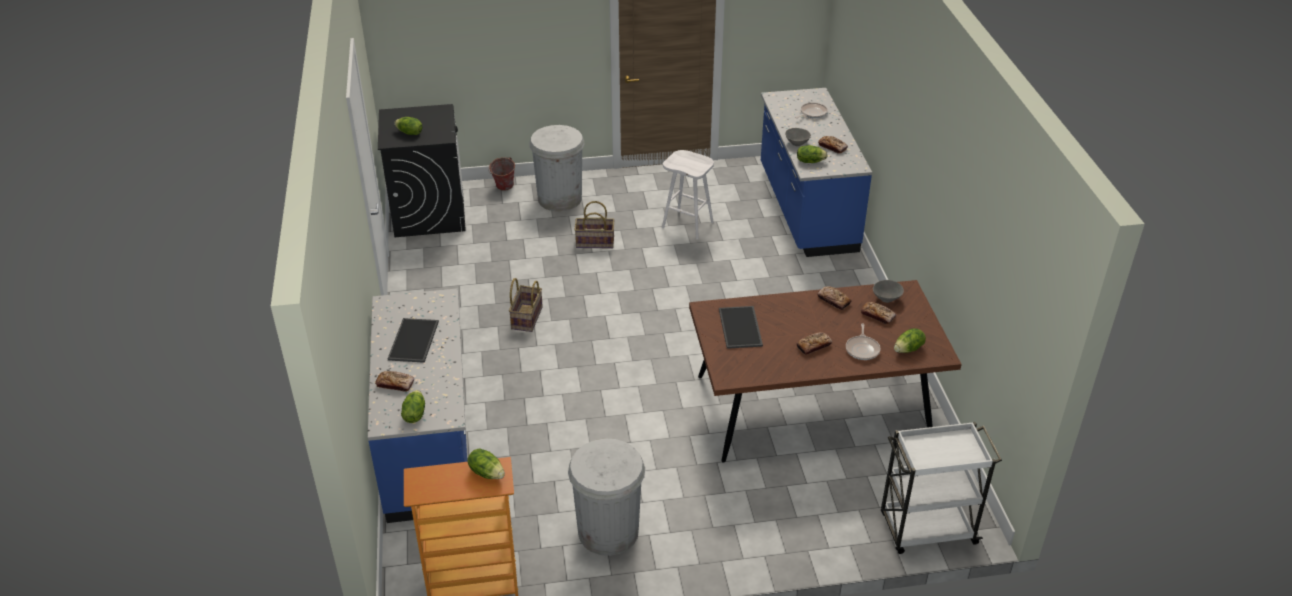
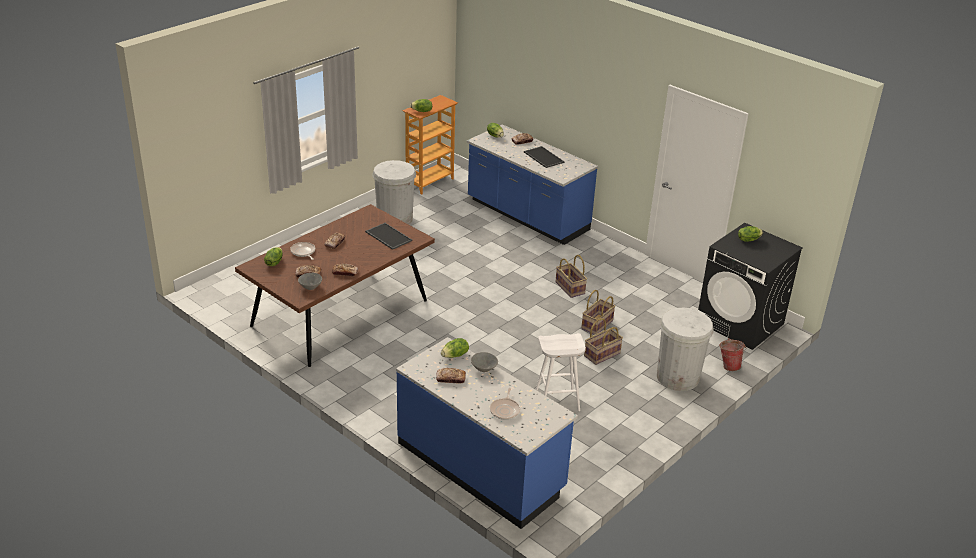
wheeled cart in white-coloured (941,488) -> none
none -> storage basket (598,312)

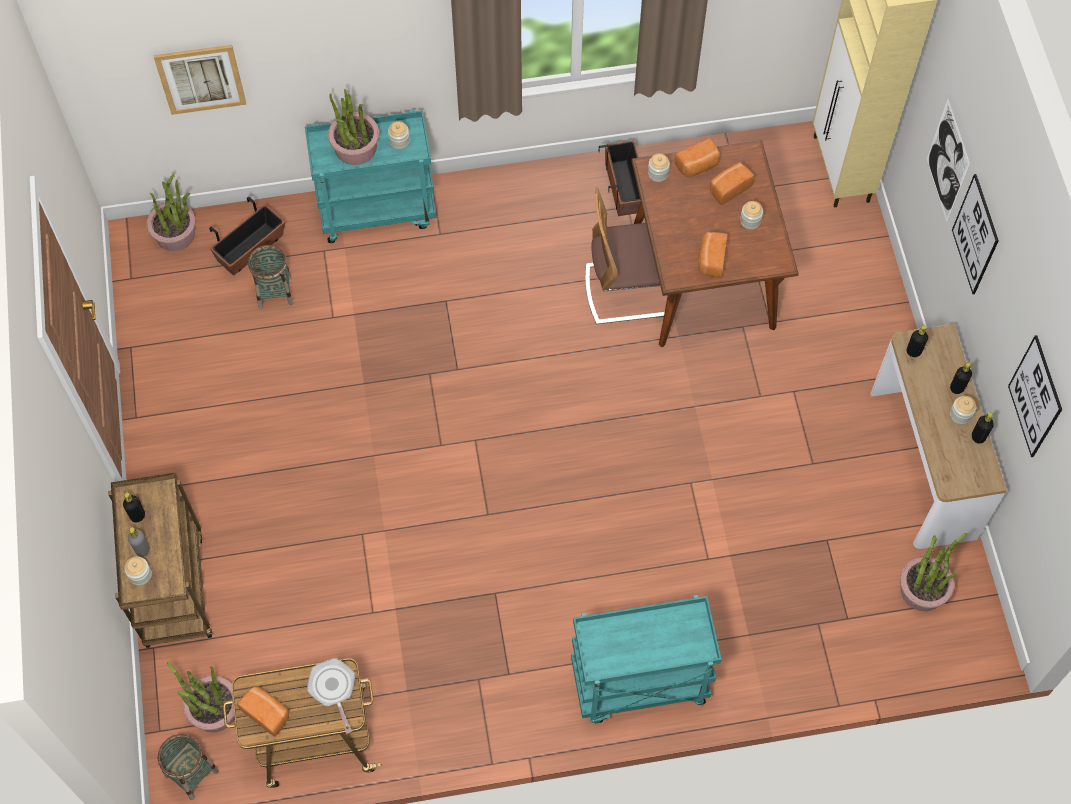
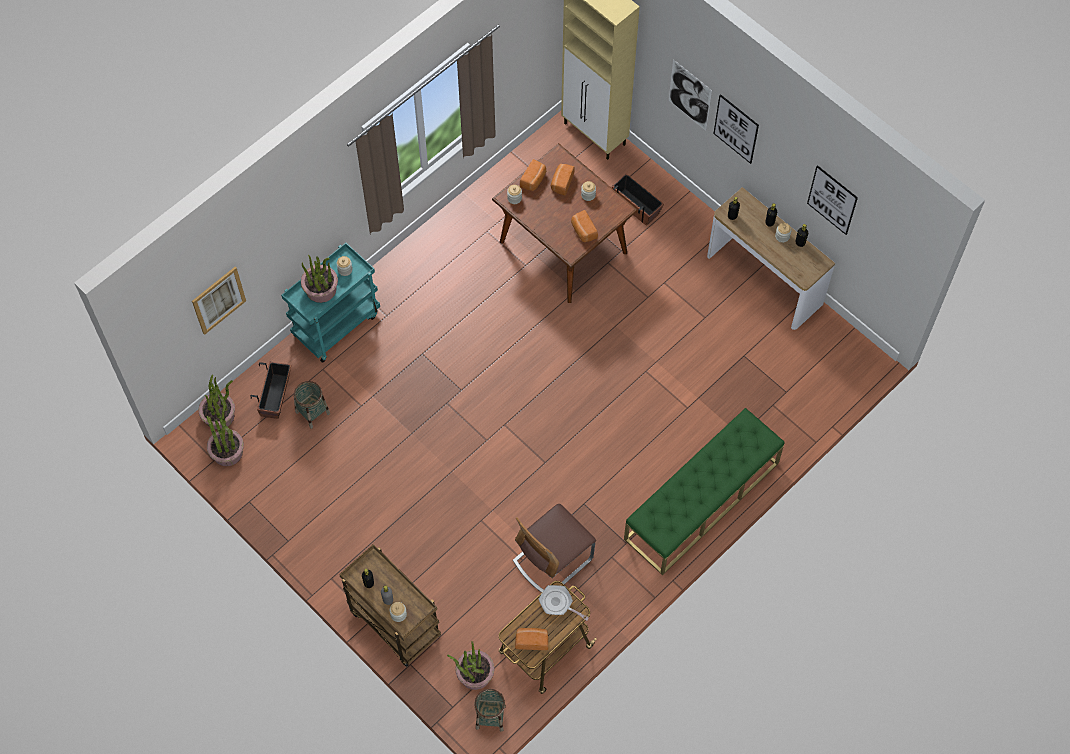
plant pot (620,178) -> plant pot (638,199), shifted
upright chair (625,255) -> upright chair (554,548), shifted
potted plant (933,572) -> potted plant (225,435), shifted
wheeled cart in turquoise (646,659) -> indoor bench in green (704,491)

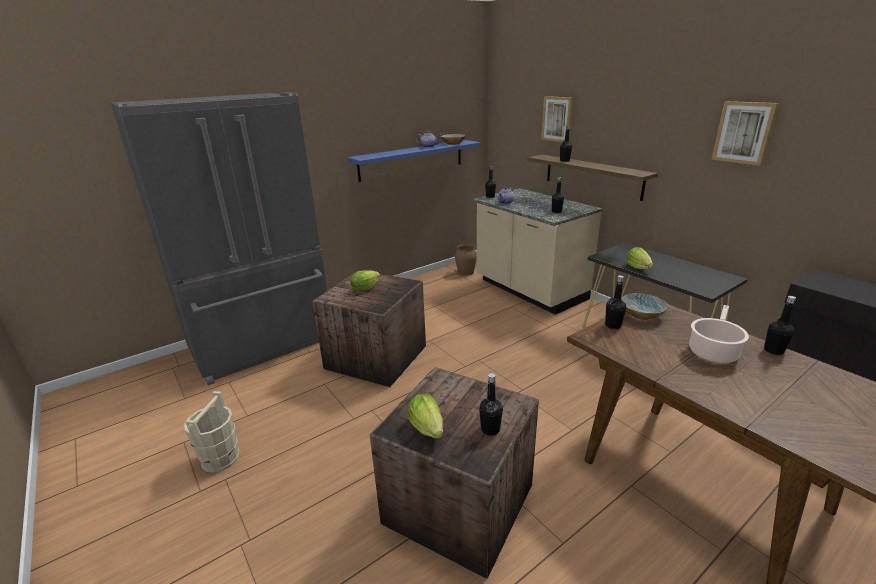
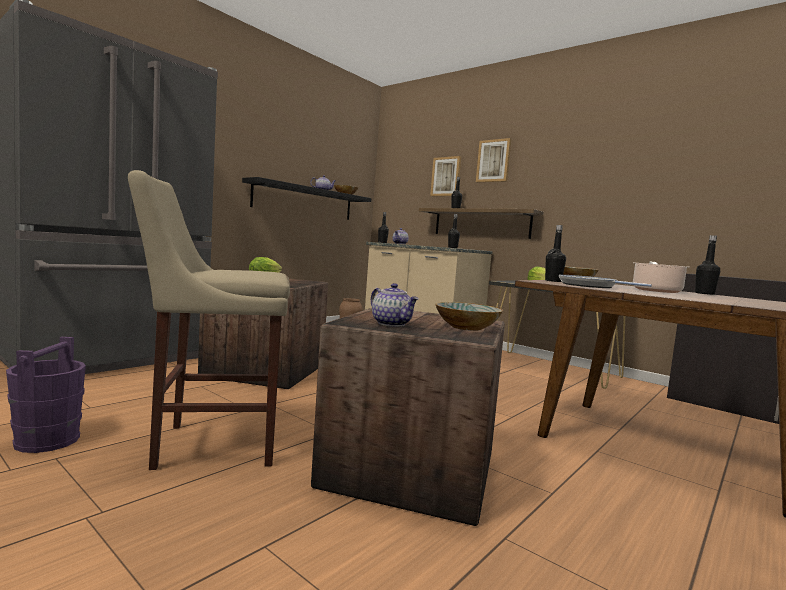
wall picture (745,133) -> wall picture (493,160), shifted
bracket shelf in bluish (414,161) -> bracket shelf in black (307,198)
bottle in black (491,404) -> serving bowl (469,316)
pail in sand-coloured (212,432) -> pail in purple-coloured (46,395)
lettuce (425,416) -> tea pot (395,305)
none -> stool seat in sand-coloured (209,320)
none -> frying pan (605,281)

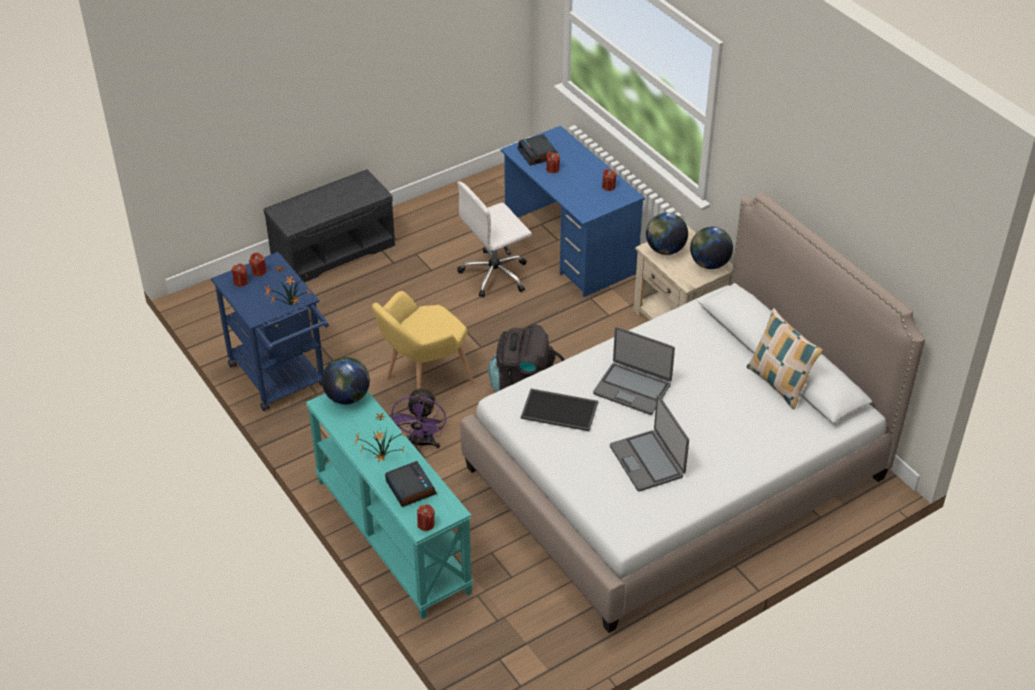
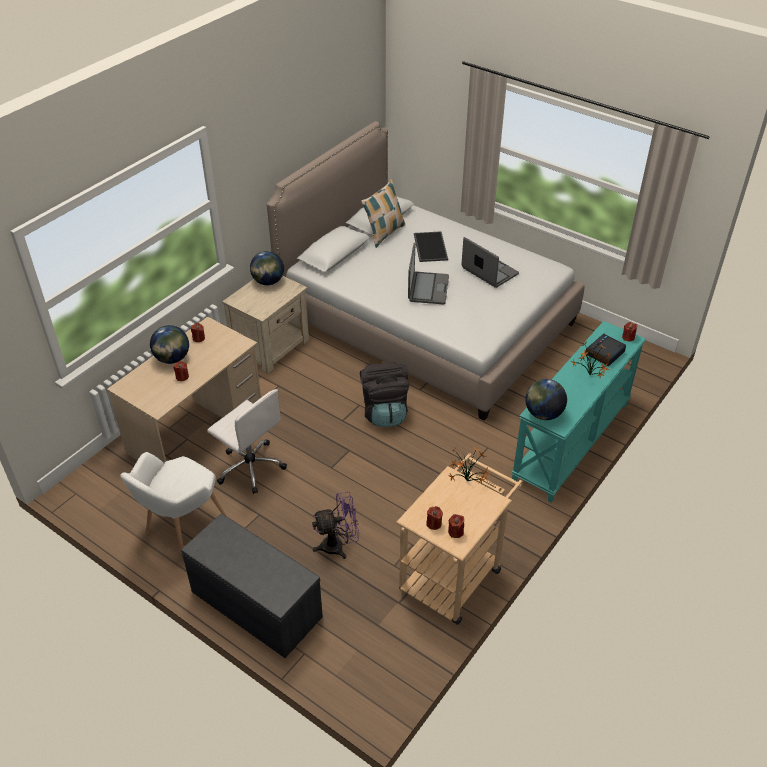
desk in bluish (572,211) -> desk in sand-coloured (184,390)
alarm clock (537,150) -> none
globe (667,234) -> globe (169,344), shifted
wheeled cart in bluish (270,331) -> wheeled cart in sand-coloured (459,539)
armchair in yellowish (423,340) -> none
electric fan in purple-coloured (418,417) -> electric fan in purple-coloured (336,525), shifted
tray (559,410) -> tray (431,246), shifted
notebook computer (649,443) -> notebook computer (490,262), 90 degrees counterclockwise
none -> armchair in white-coloured (173,504)

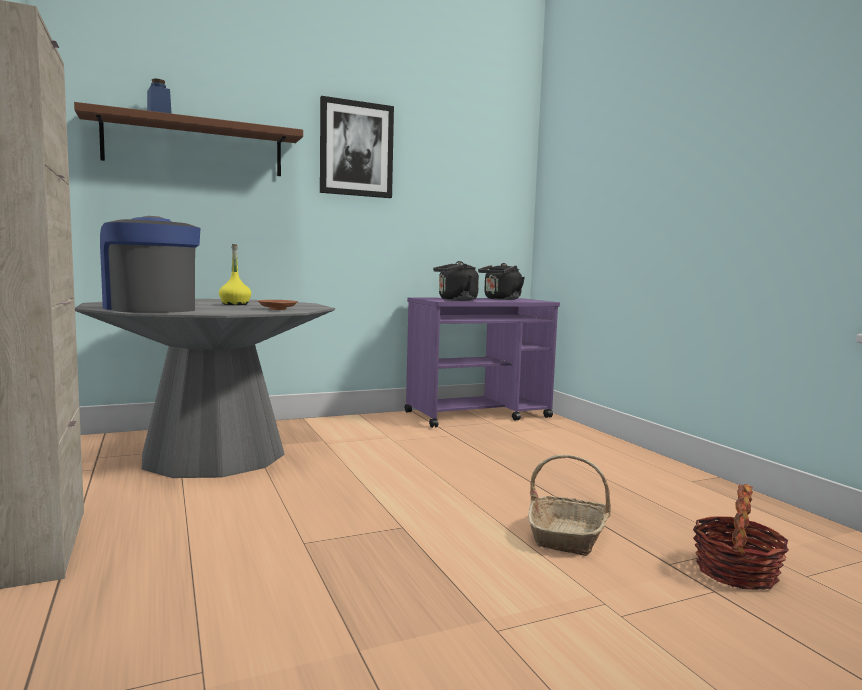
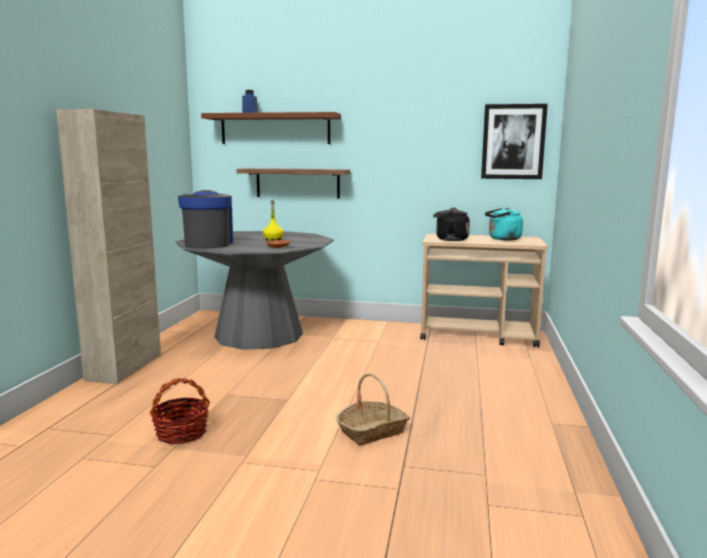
wall picture (357,147) -> wall picture (514,141), shifted
tea kettle in black (501,281) -> tea kettle in turquoise (504,224)
wheeled cart in purple-coloured (482,362) -> wheeled cart in sand-coloured (484,291)
storage basket (741,537) -> storage basket (180,411), shifted
none -> bracket shelf (293,183)

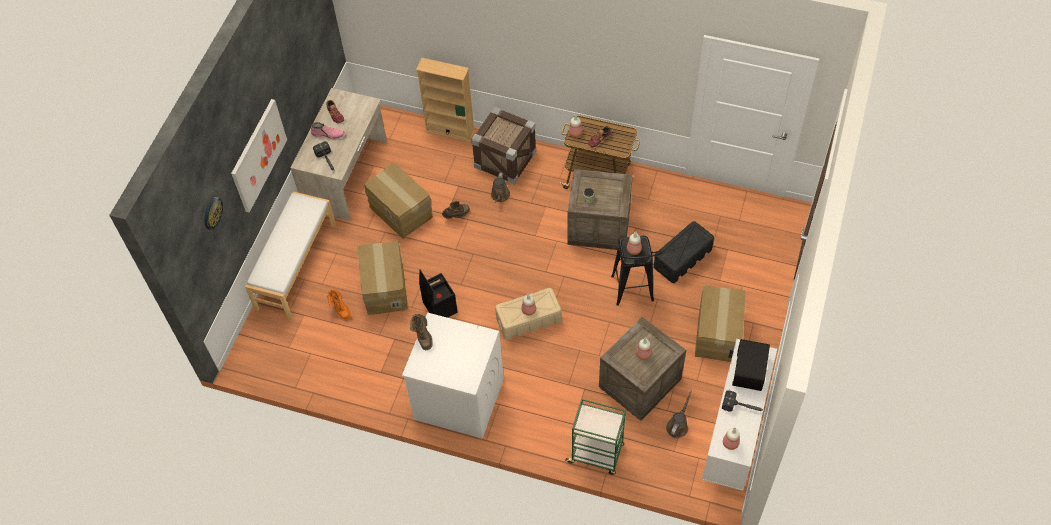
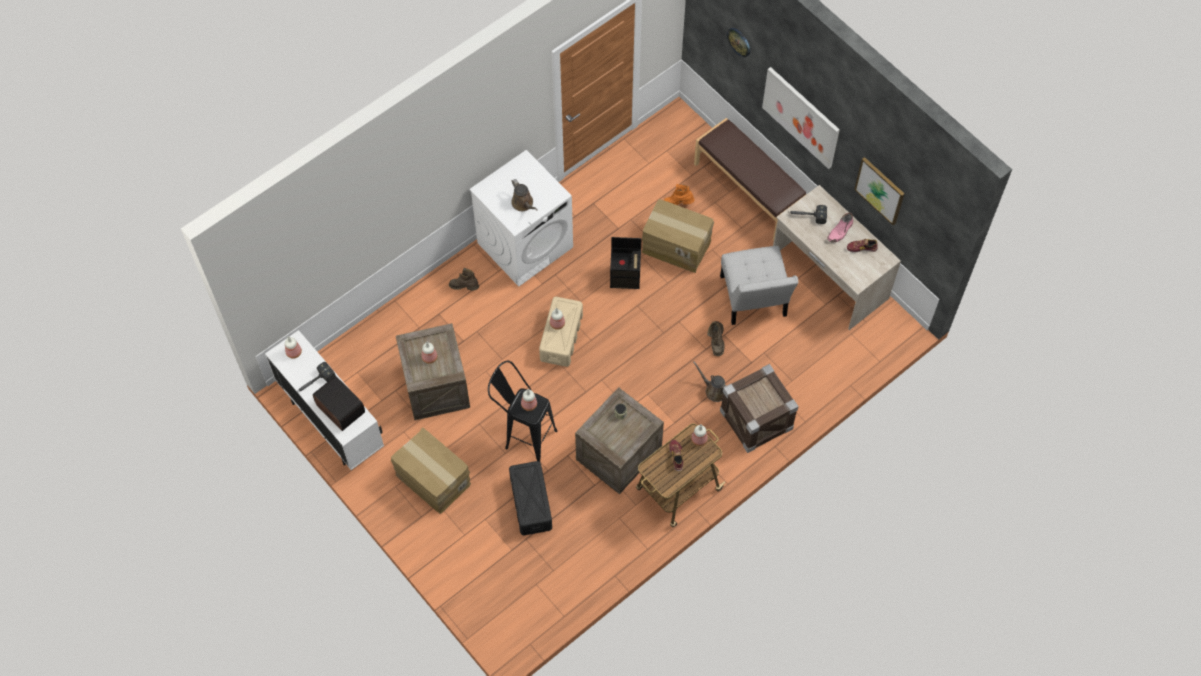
shelving unit in sand-coloured (445,100) -> none
cardboard box (398,201) -> upright chair in white-coloured (759,285)
indoor bench in white-coloured (290,255) -> indoor bench in brown (750,179)
high-top boot in brown (421,332) -> high-top boot in brown (464,279), shifted
watering pot in brown (679,414) -> watering pot in brown (524,195), shifted
wheeled cart in green (595,437) -> none
none -> wall picture (879,191)

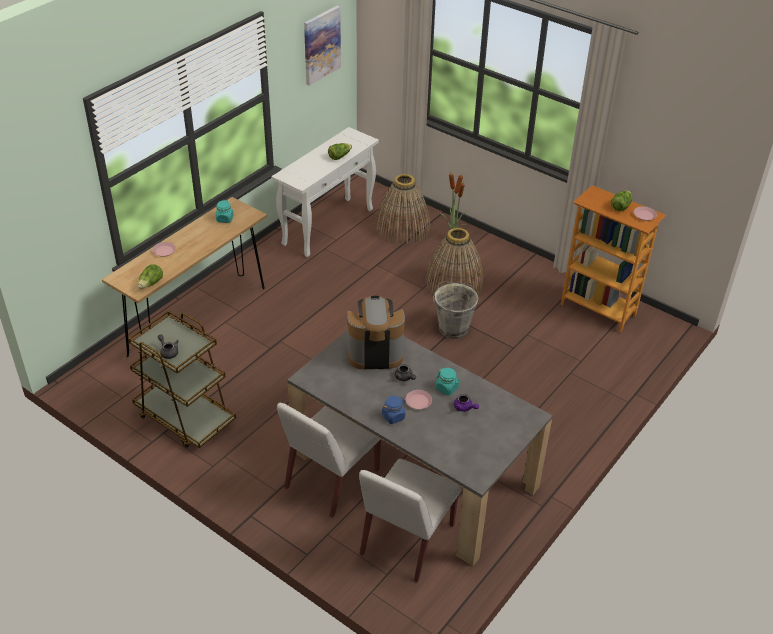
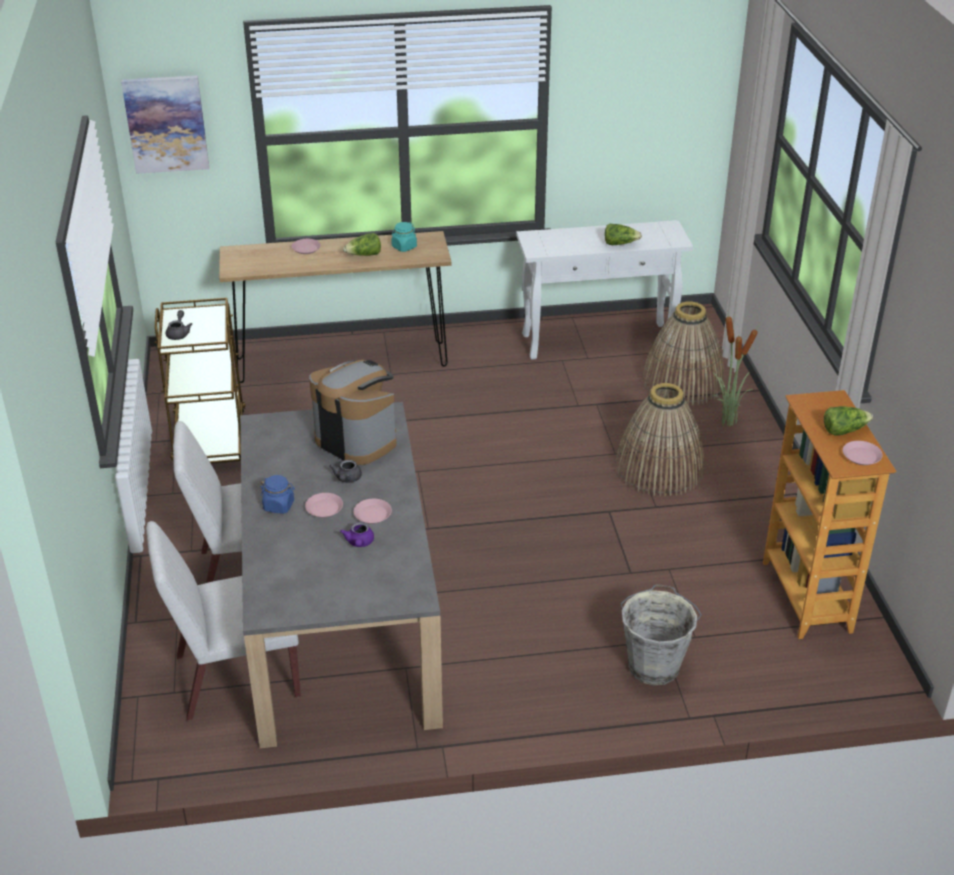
wall picture (322,46) -> wall picture (165,124), shifted
lettuce (150,276) -> lettuce (362,244), shifted
pail in grey (456,309) -> pail in grey (661,635), shifted
storage jar in turquoise (447,381) -> flat dish in pink-coloured (372,511)

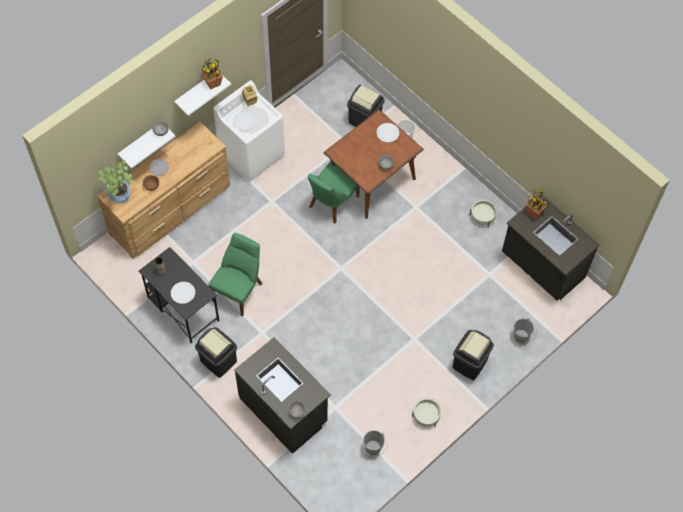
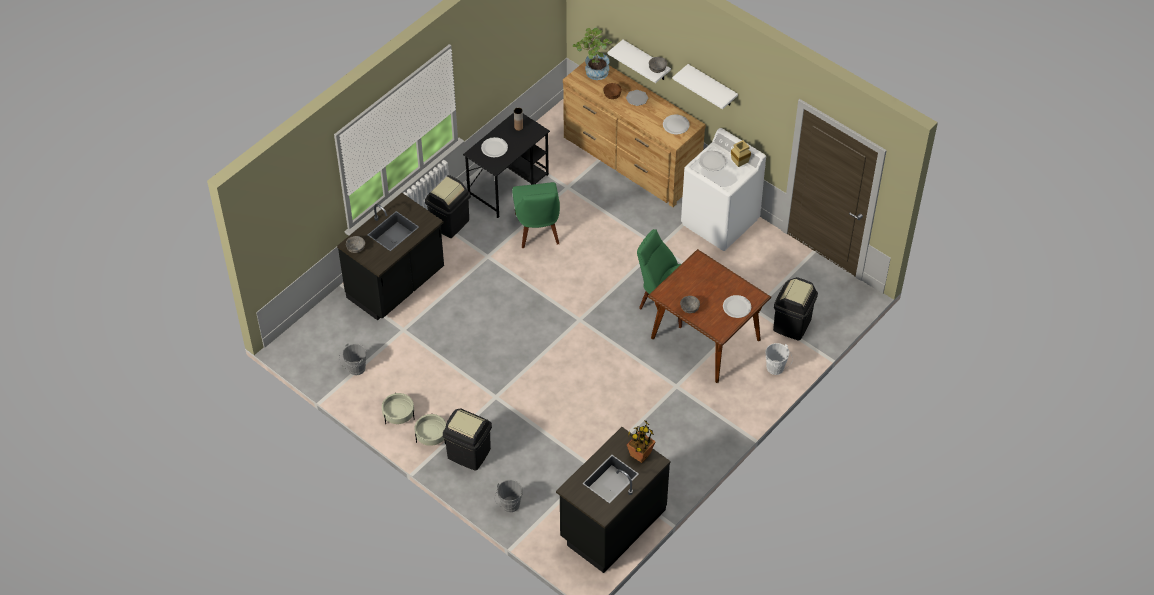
potted plant (212,74) -> none
plant pot in sand-coloured (483,214) -> plant pot in sand-coloured (430,430), shifted
upright chair in green (235,274) -> upright chair in green (536,215), 60 degrees clockwise
none -> flat dish in white-coloured (676,124)

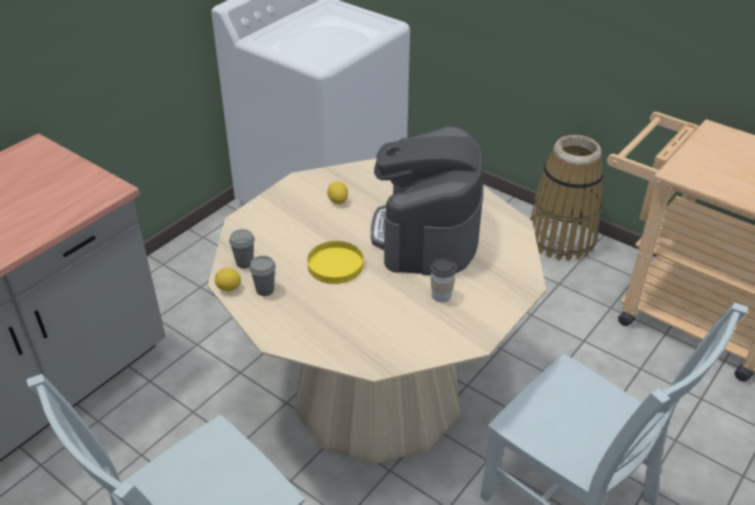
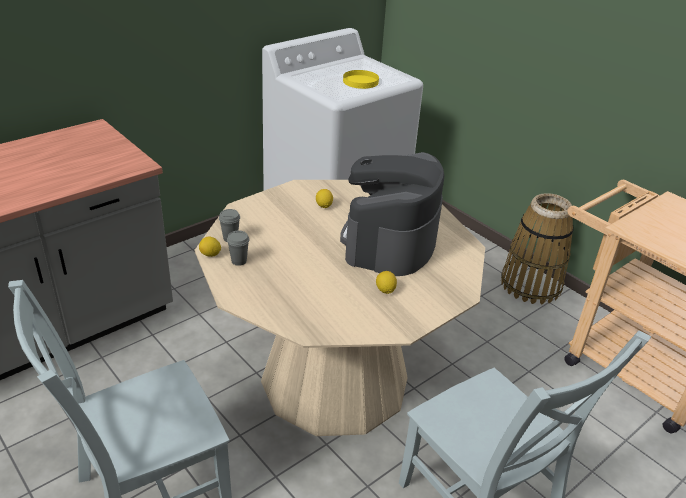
flat dish in yellowish (335,262) -> flat dish in yellowish (361,79), shifted
small cup (443,280) -> lemon (386,282)

